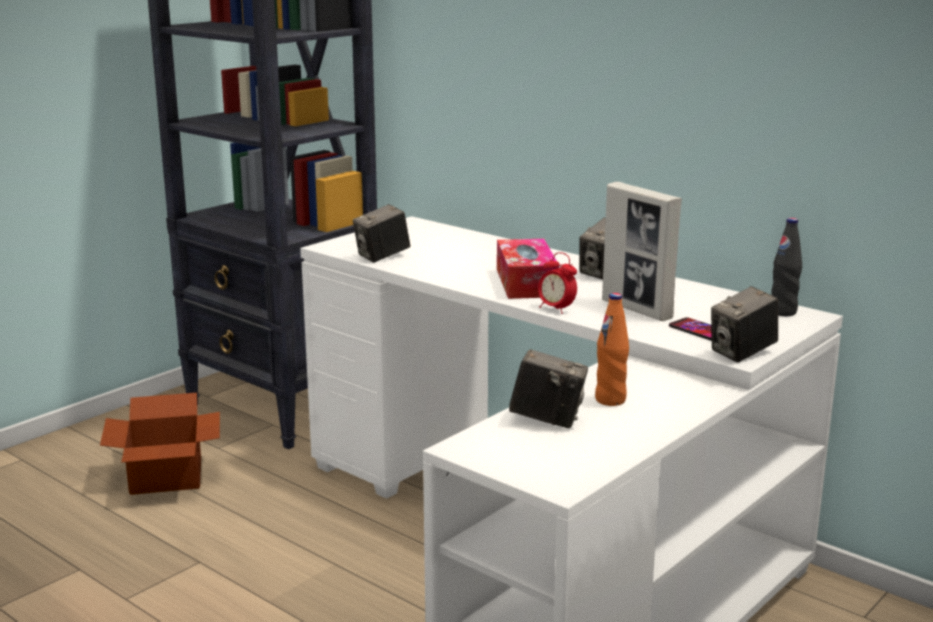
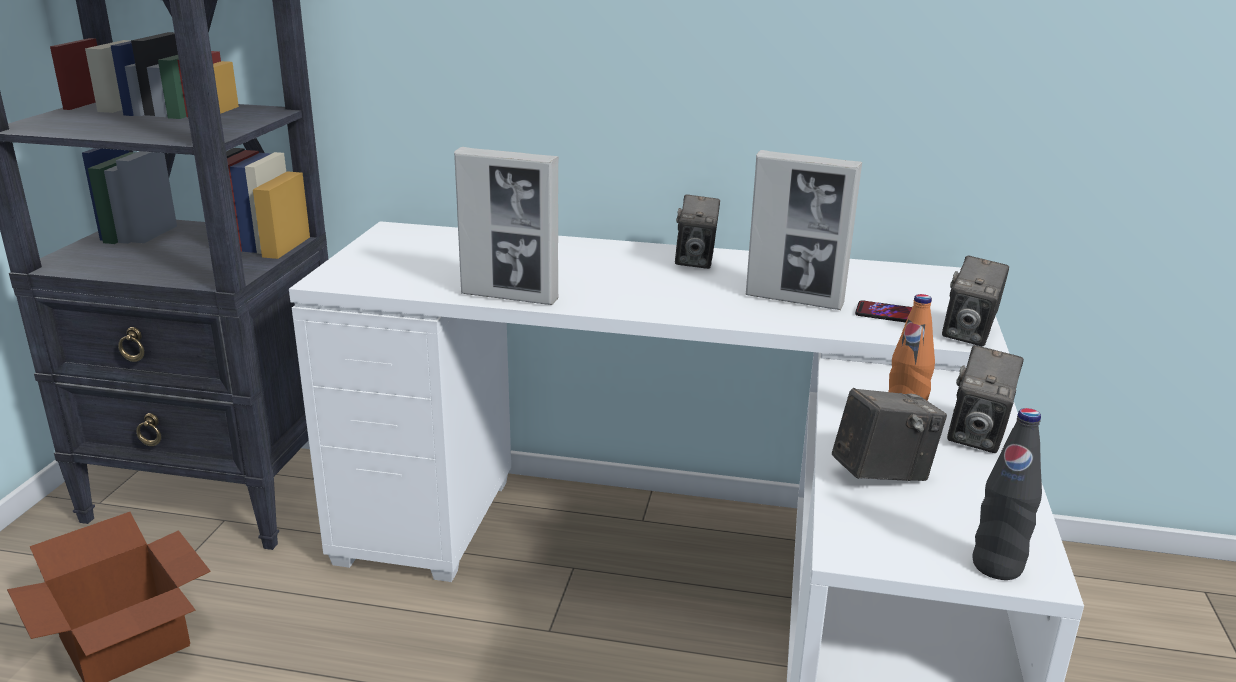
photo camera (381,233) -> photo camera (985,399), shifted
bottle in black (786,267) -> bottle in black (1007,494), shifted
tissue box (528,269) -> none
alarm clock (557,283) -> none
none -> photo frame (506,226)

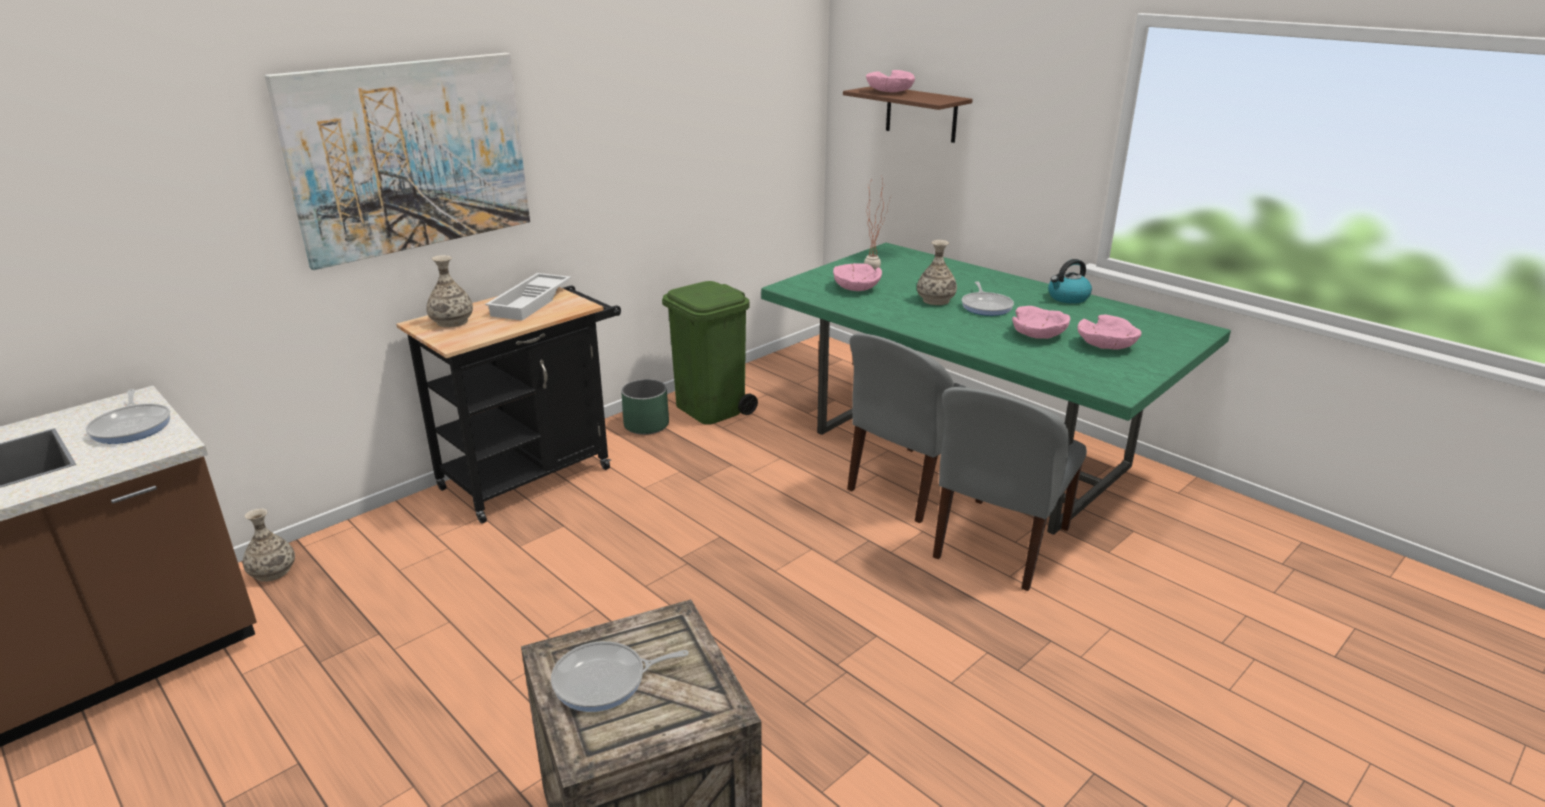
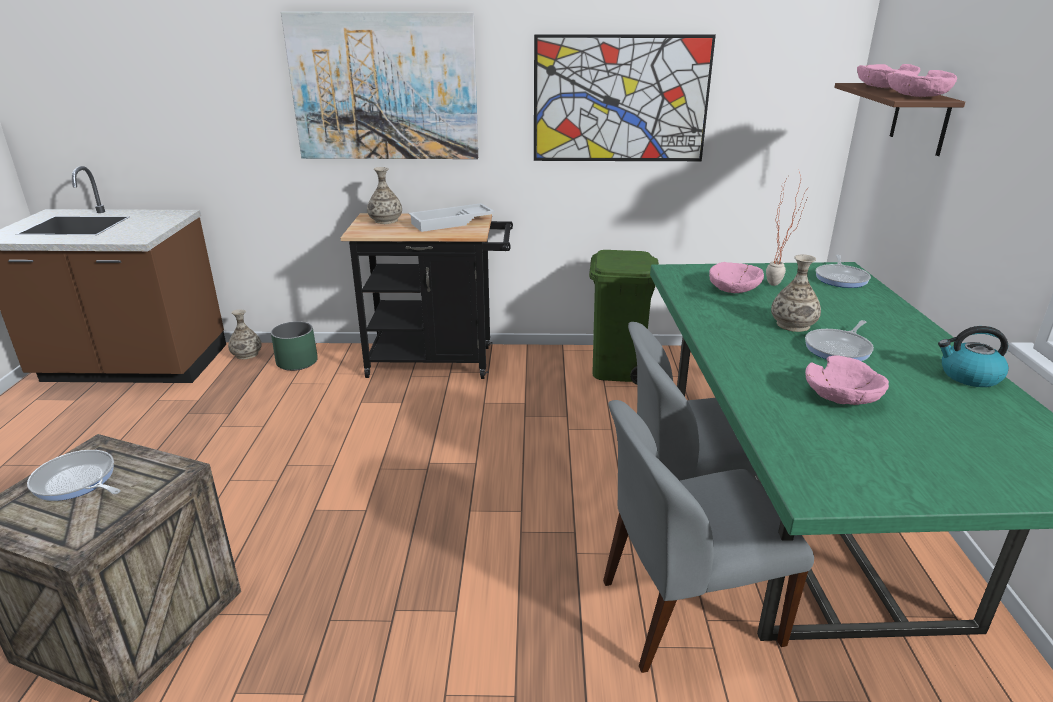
serving bowl in pink-coloured (1109,332) -> serving bowl in pink-coloured (922,83), shifted
plant pot in green (645,407) -> plant pot in green (294,346), shifted
frying pan (128,416) -> frying pan (843,271), shifted
none -> wall picture (625,97)

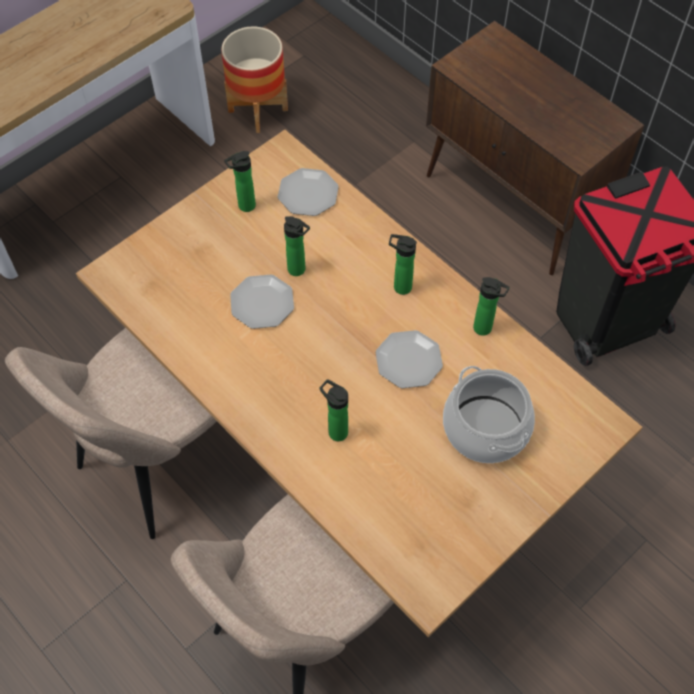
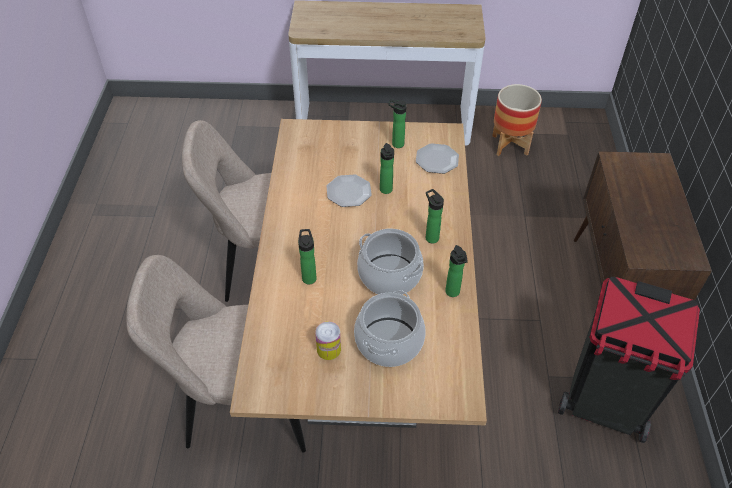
flat dish (409,359) -> saucepot (390,262)
none -> sealed can (328,341)

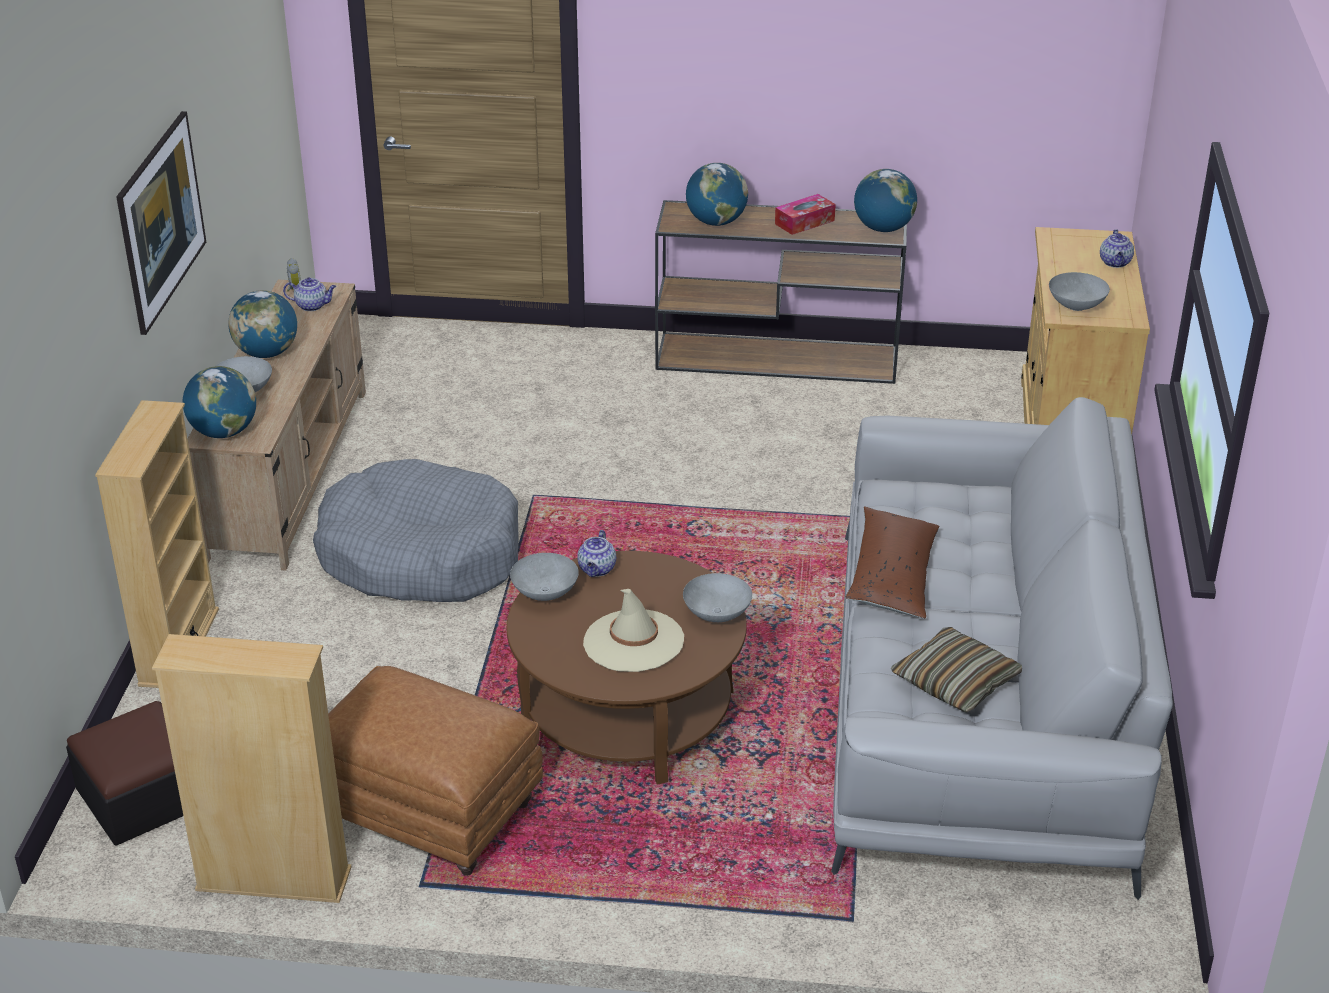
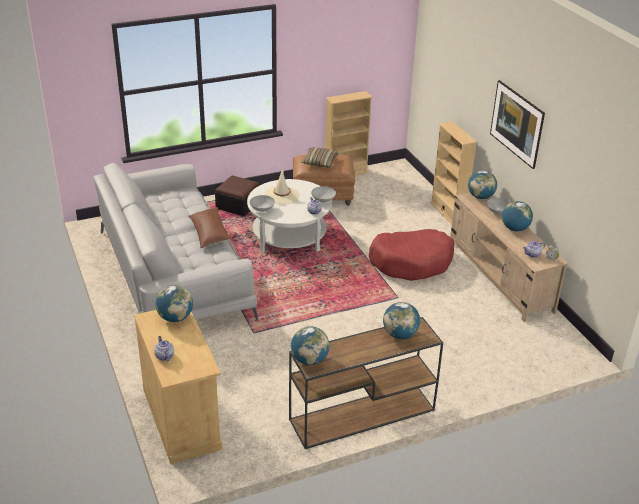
tissue box (805,214) -> none
serving bowl in grey (1079,291) -> globe (174,303)
dog bed in grey (416,530) -> dog bed in red (412,255)
low table in brown (627,668) -> low table in white-coloured (289,215)
pillow (956,670) -> pillow (320,158), shifted
ottoman (124,773) -> ottoman (237,195), shifted

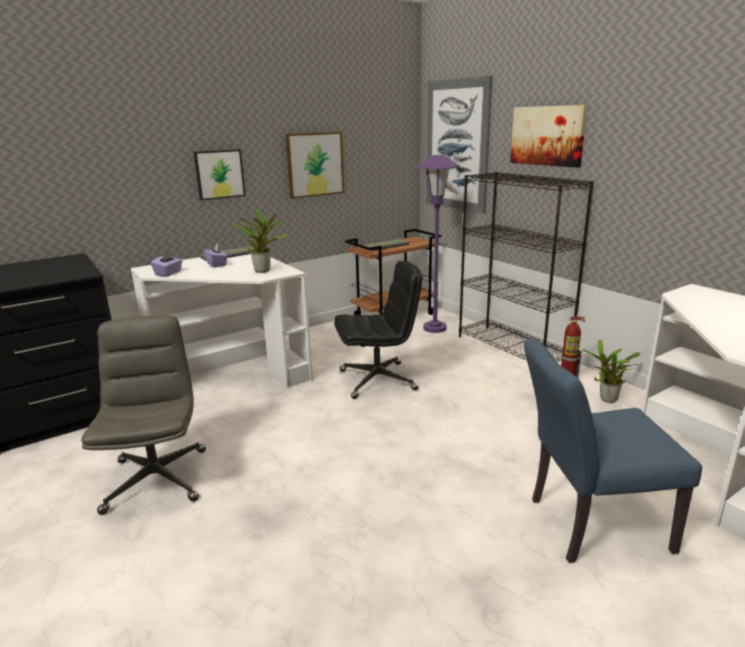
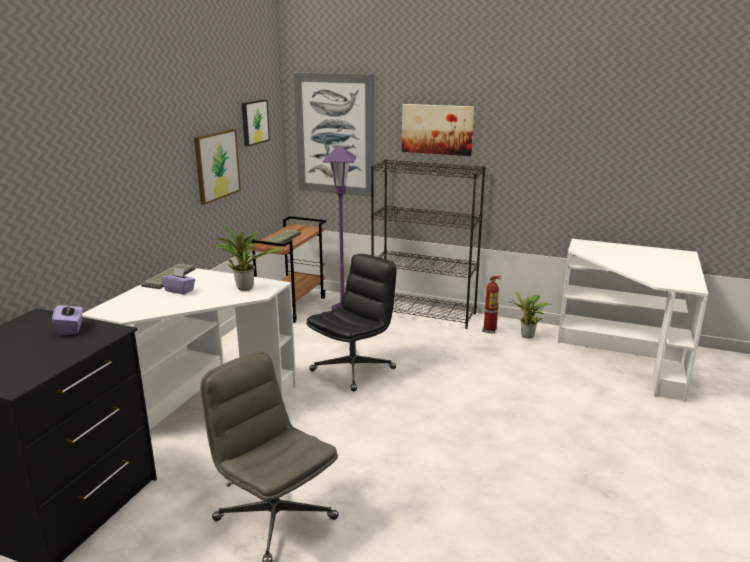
wall picture (219,174) -> wall picture (256,122), shifted
tissue box in purple-coloured (166,264) -> tissue box in purple-coloured (67,318), shifted
upright chair in bluish (613,451) -> none

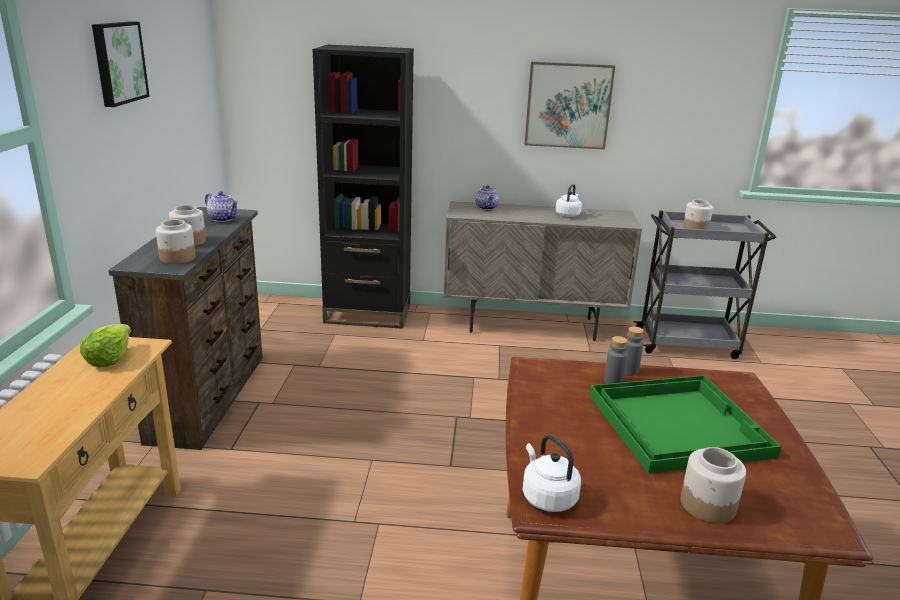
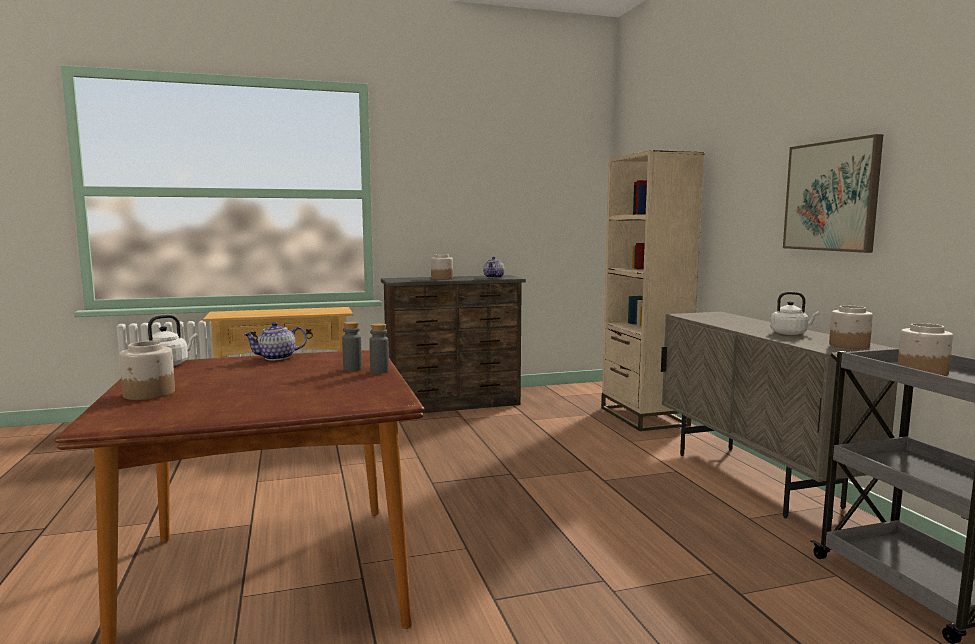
wall picture (121,64) -> none
shelving unit in black (363,187) -> shelving unit in sand-coloured (653,290)
tea pot (487,197) -> tea pot (275,341), shifted
storage jar (176,242) -> storage jar (851,327), shifted
lettuce (105,345) -> none
tray in green (685,424) -> none

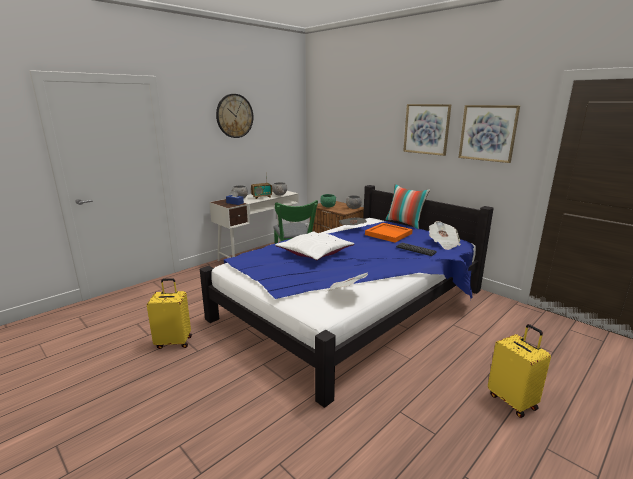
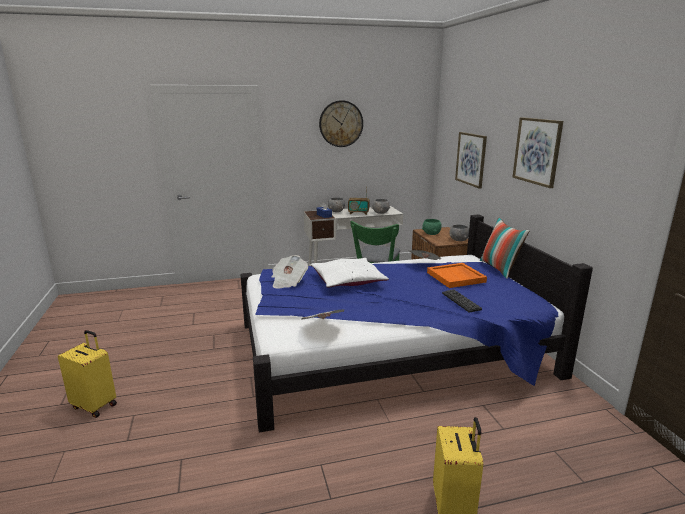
wall picture (489,134) -> wall picture (471,160), shifted
printed paper (445,235) -> printed paper (290,272), shifted
travel case in yellowish (169,313) -> travel case in yellowish (87,374), shifted

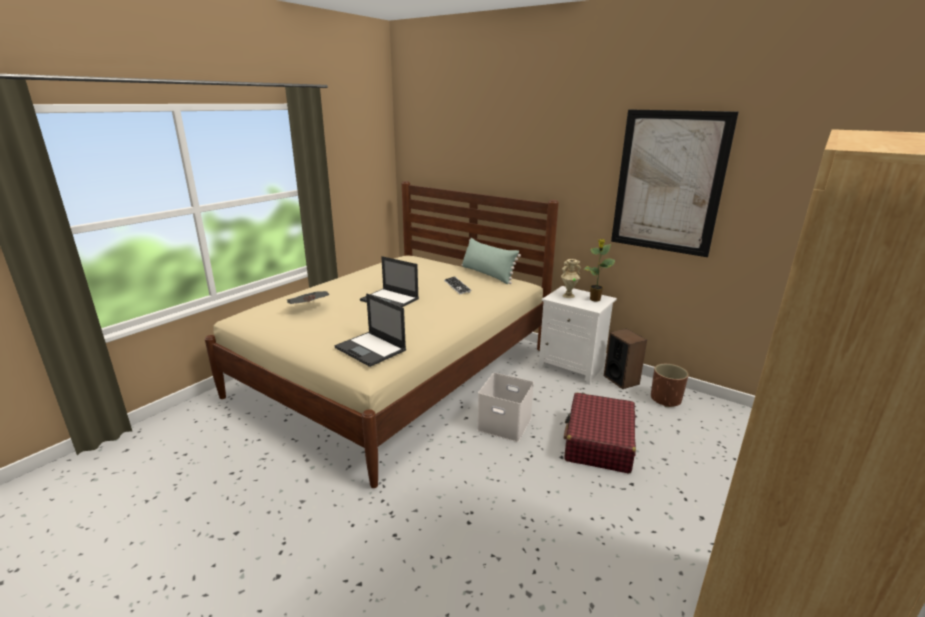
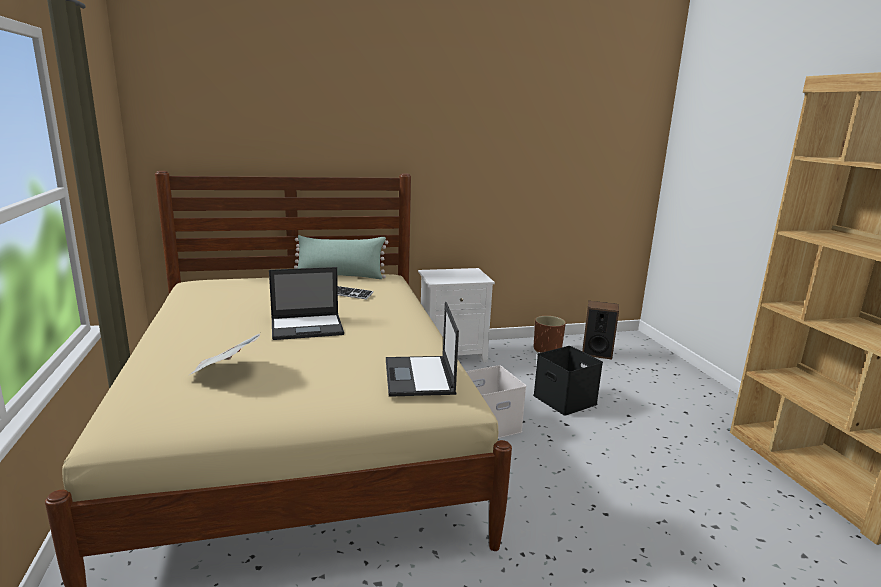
wall picture (675,183) -> none
potted plant (599,270) -> none
flower vase in sand-coloured (571,278) -> none
notebook computer (370,330) -> notebook computer (422,349), 90 degrees clockwise
speaker (625,359) -> speaker (600,330), shifted
travel case in red (600,433) -> storage container in black (568,381)

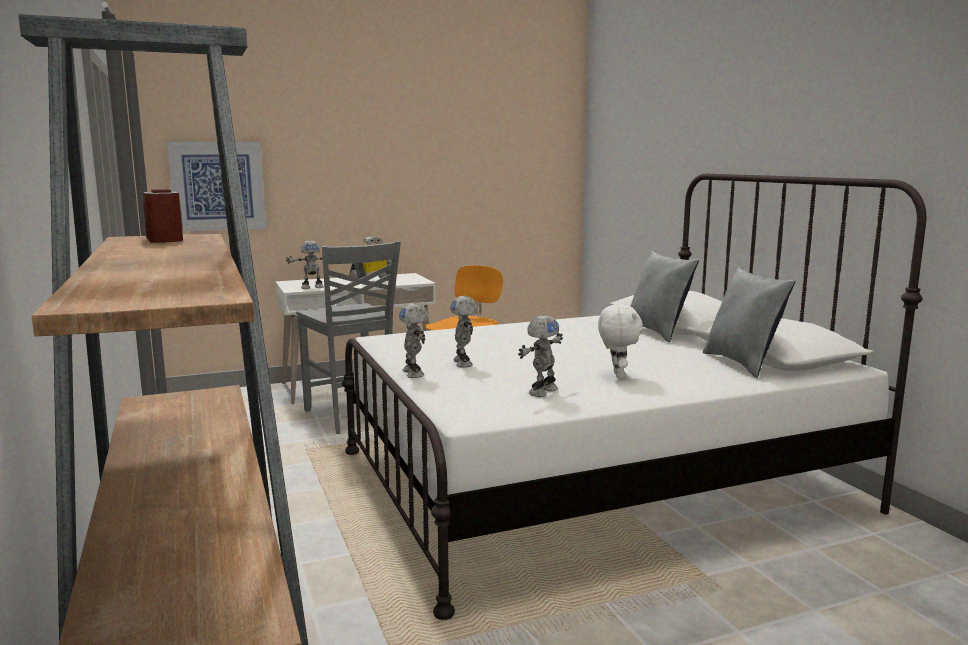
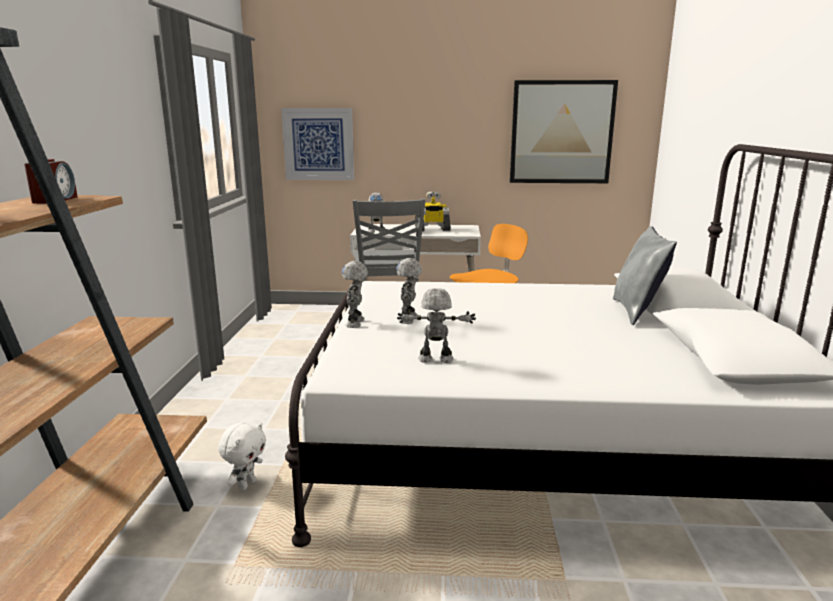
pillow in grey (749,322) -> none
plush toy in white-coloured (620,341) -> plush toy in white-coloured (242,456), shifted
robot figure (540,356) -> robot figure (436,325), 150 degrees counterclockwise
none -> wall picture (564,131)

